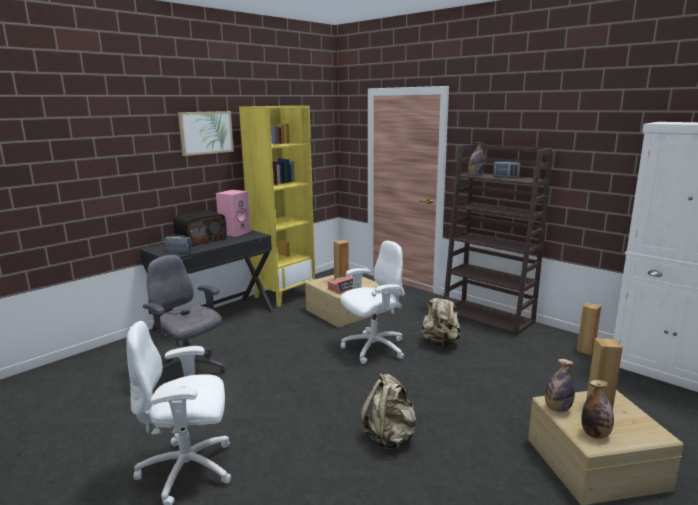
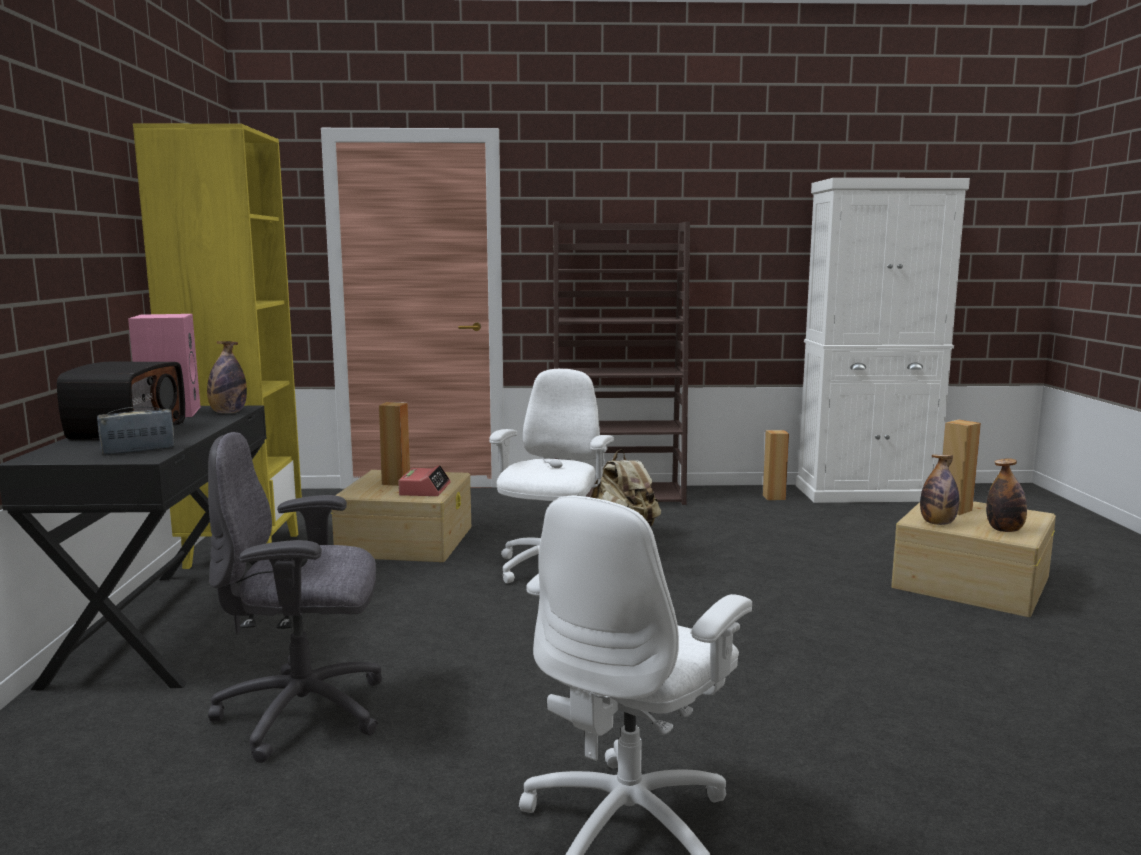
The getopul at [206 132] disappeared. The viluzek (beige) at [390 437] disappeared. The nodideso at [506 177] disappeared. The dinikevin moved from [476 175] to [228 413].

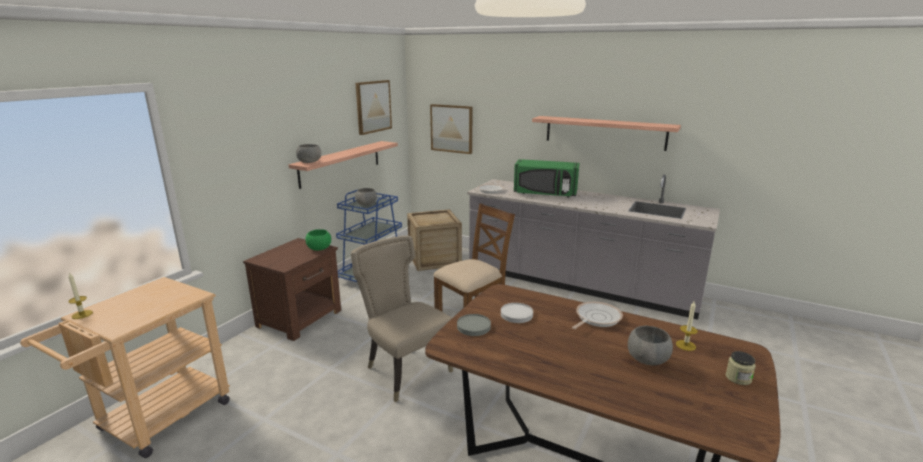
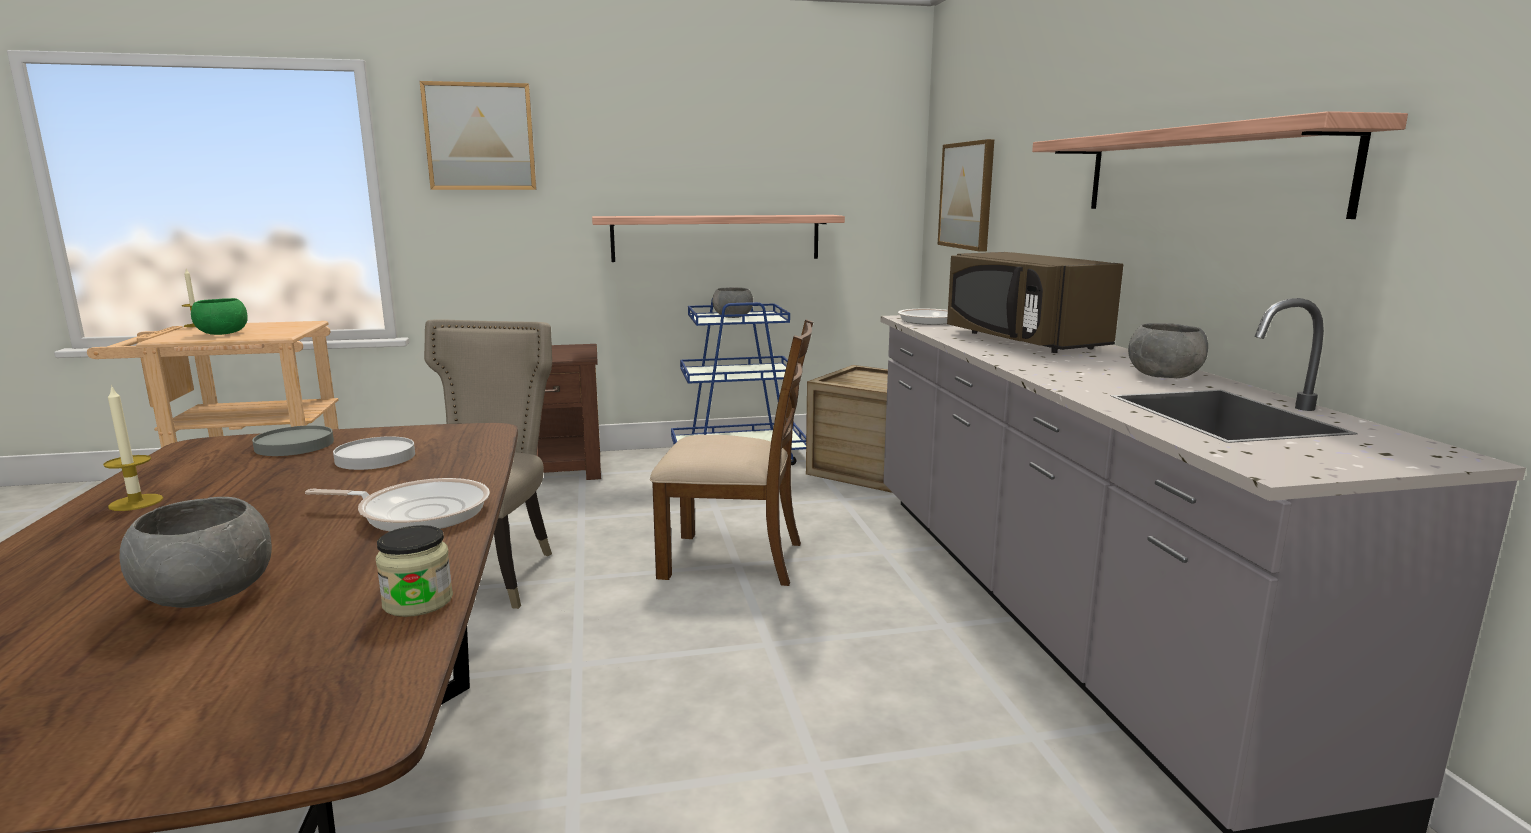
The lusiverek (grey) moved from [309 162] to [1163 376]. The lusiverek (green) moved from [319 248] to [223 333]. The getopul moved from [373 106] to [480 137]. The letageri moved from [685 345] to [136 502]. The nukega moved from [738 378] to [418 601]. The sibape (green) at [545 193] became the sibape (brown) at [1021 340].

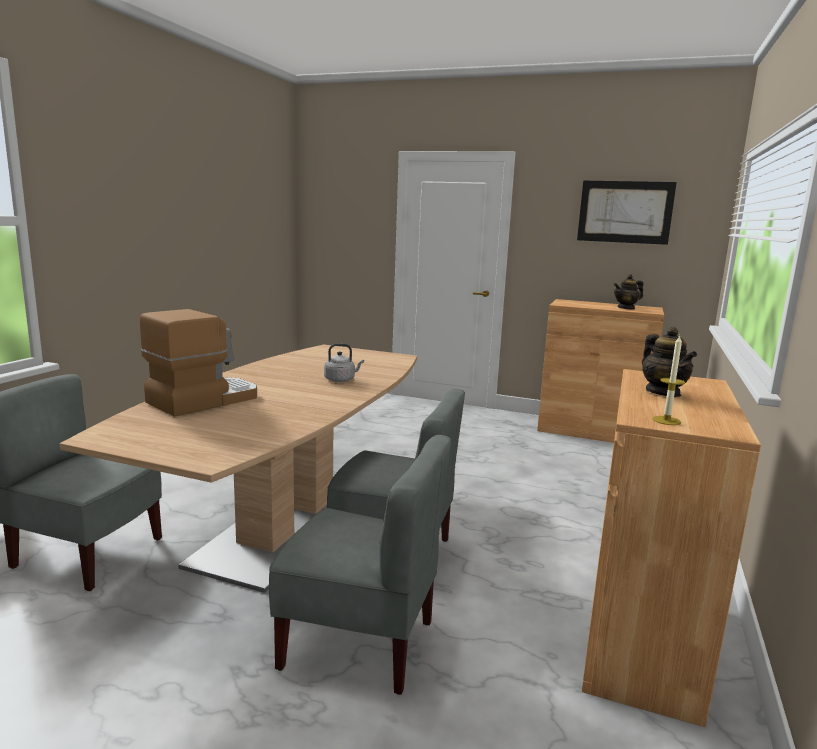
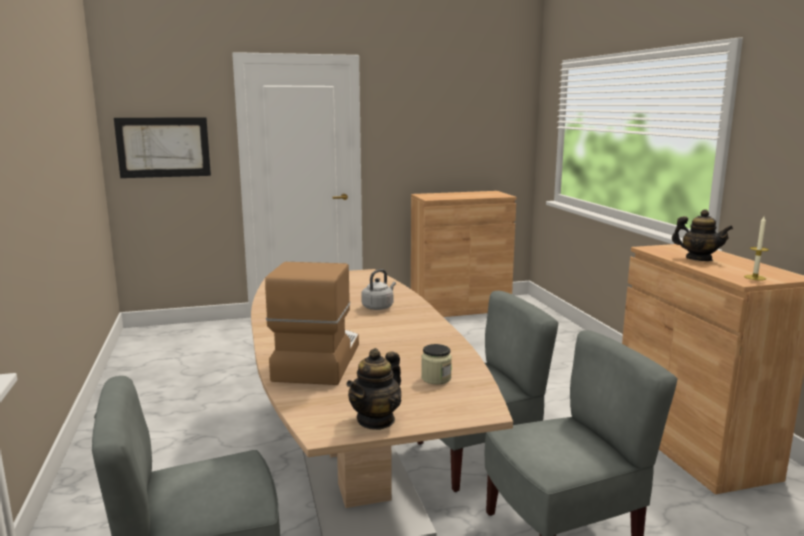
The nukega at [436 378] appeared. The getopul moved from [625 212] to [163 147]. The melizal moved from [626 308] to [376 420].

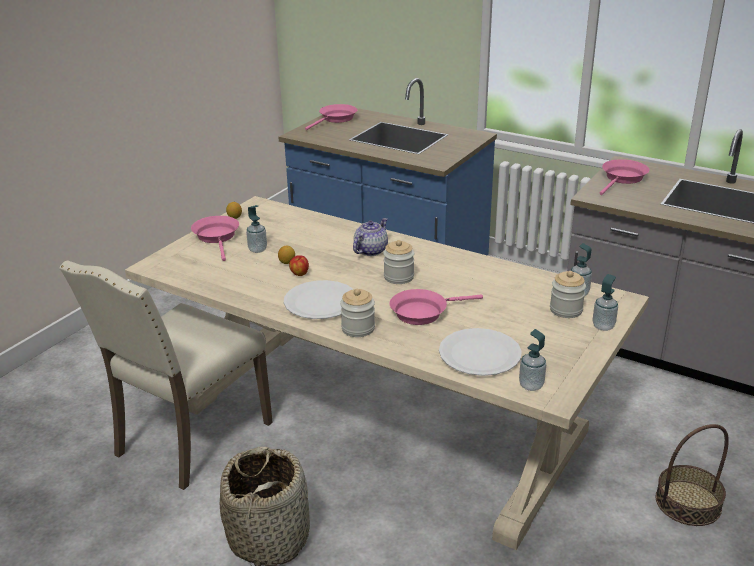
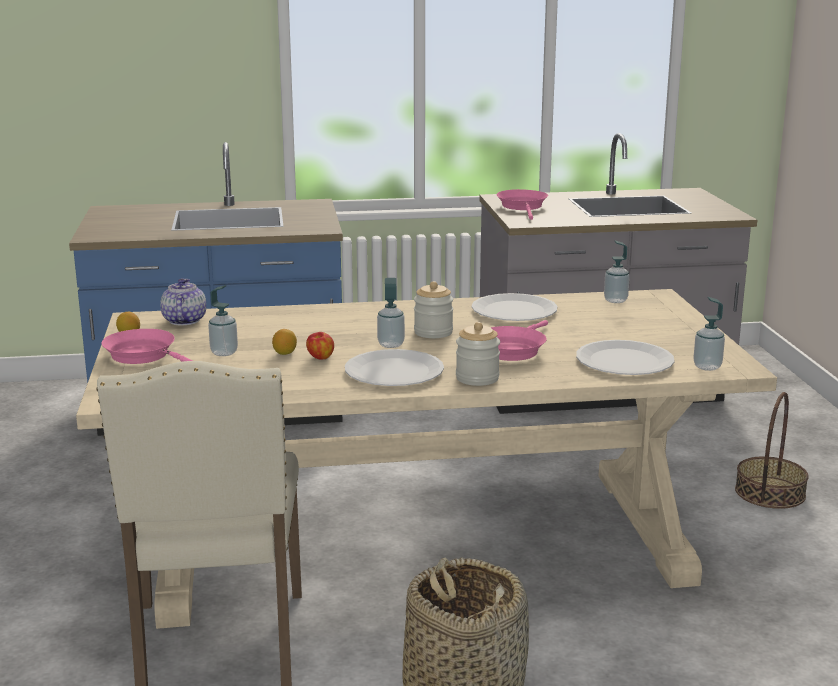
The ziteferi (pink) at [336 119] disappeared. The nukega at [566 310] disappeared. The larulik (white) at [514 310] appeared. The melizal moved from [370 251] to [184 321]. The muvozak moved from [603 326] to [391 344].

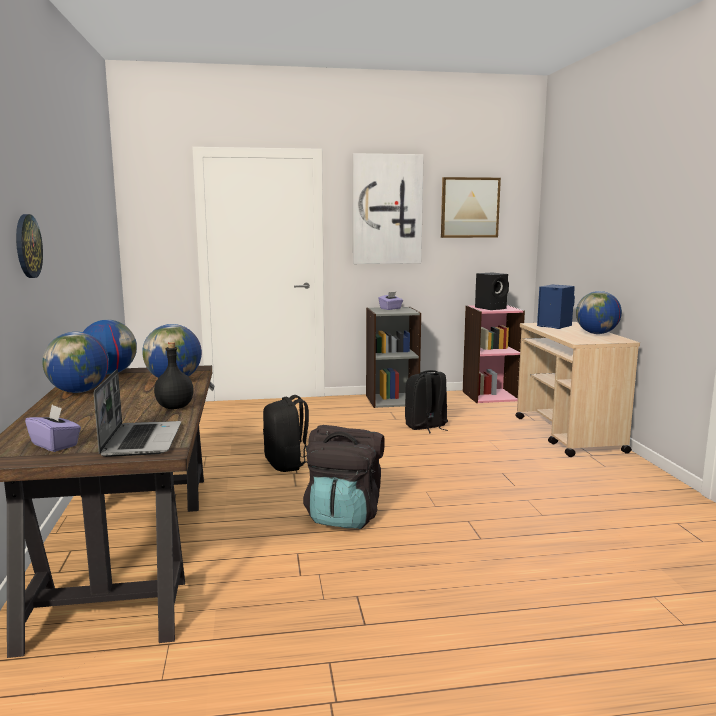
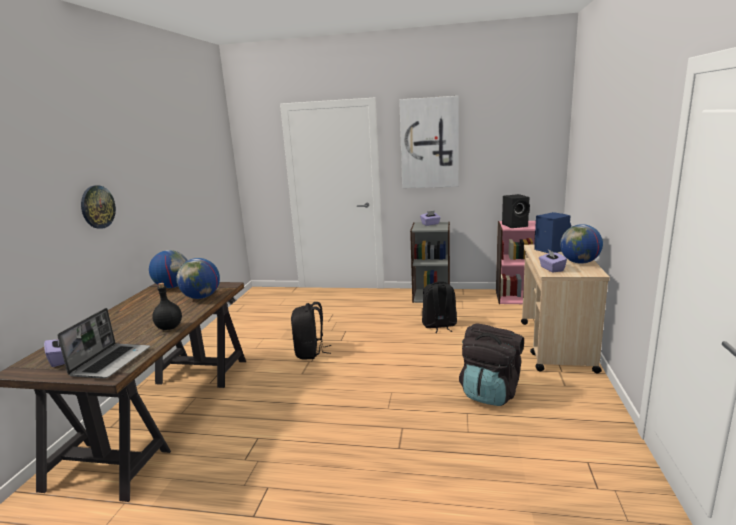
The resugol at [79 391] disappeared. The getopul at [469 207] disappeared. The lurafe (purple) at [551 269] appeared. The viluzek (black) moved from [344 516] to [490 392].

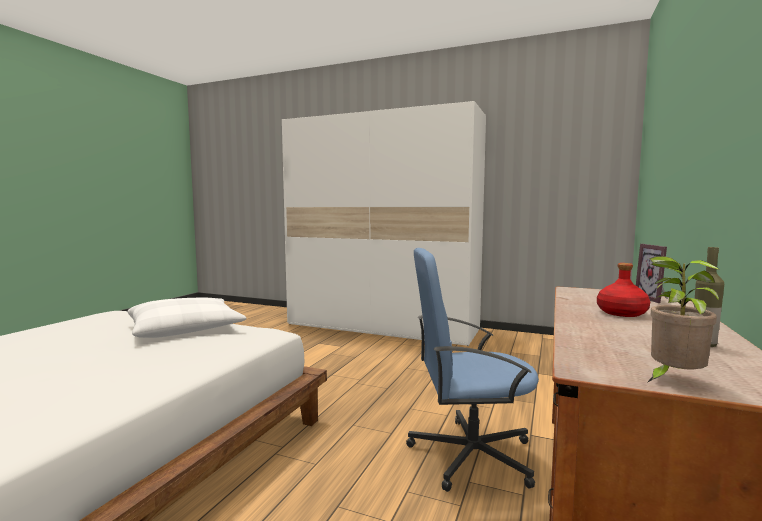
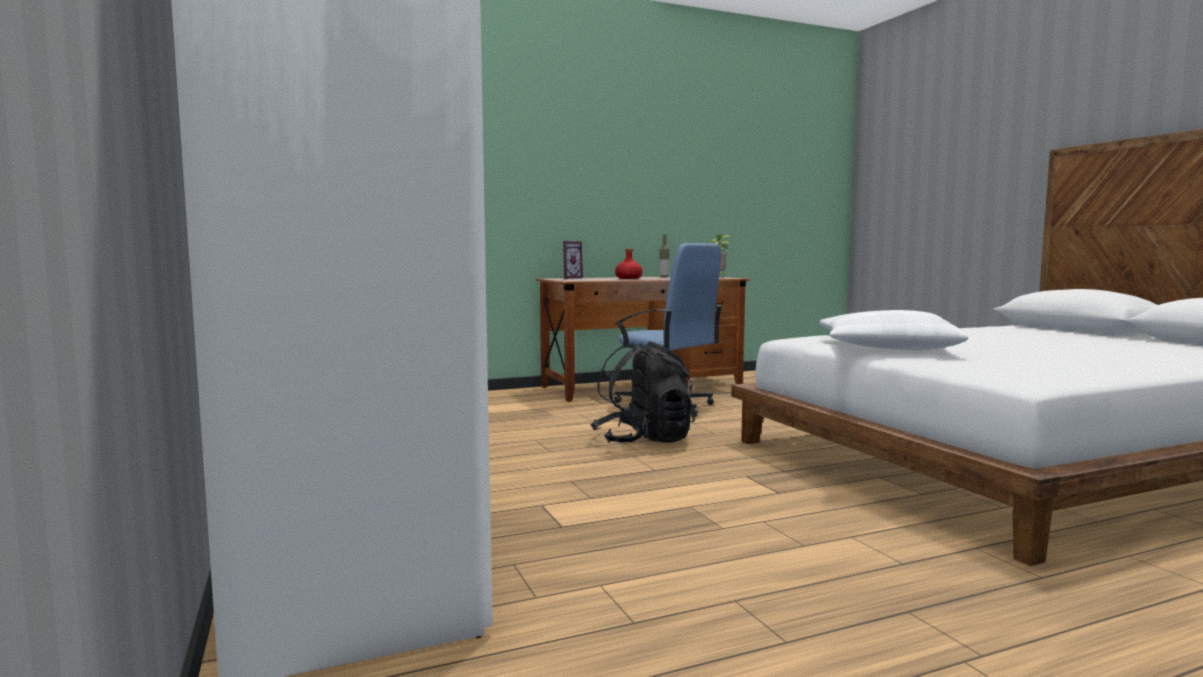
The viluzek (black) at [643 440] appeared.

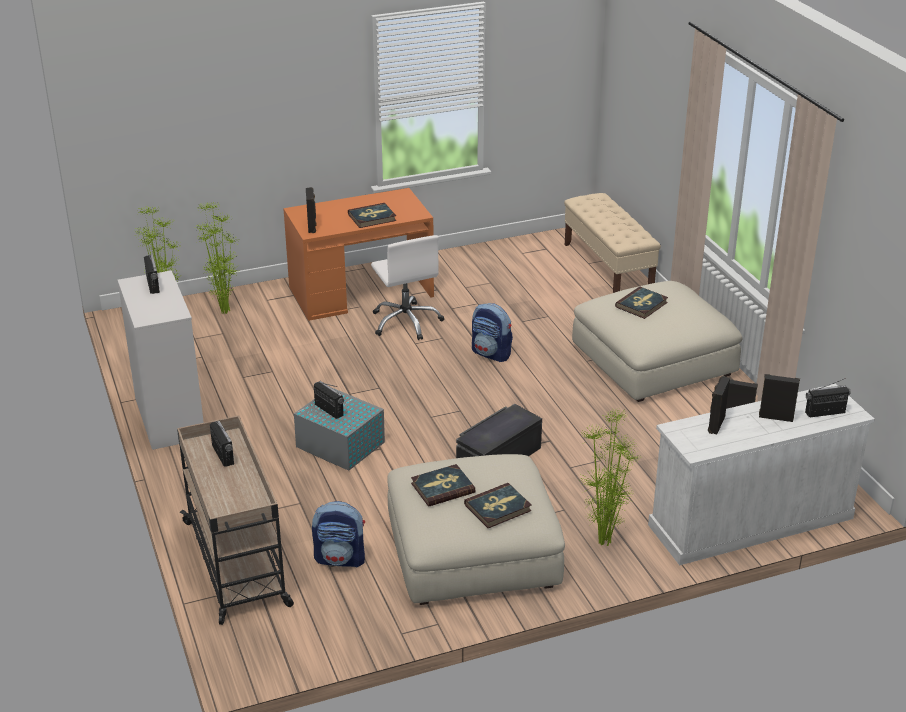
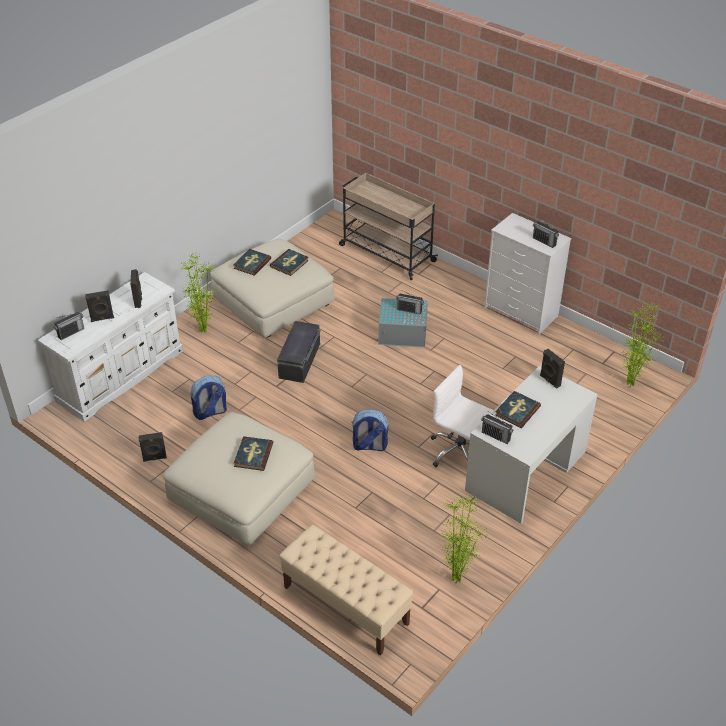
The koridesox moved from [223 312] to [457 578]. The nodideso moved from [223 455] to [496 436]. The viluzek moved from [341 559] to [210 412]. The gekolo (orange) at [361 292] became the gekolo (white) at [526 471].

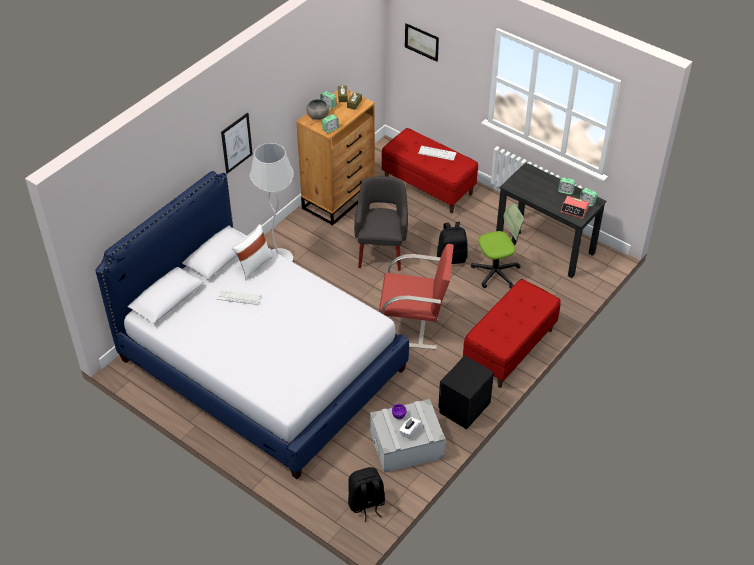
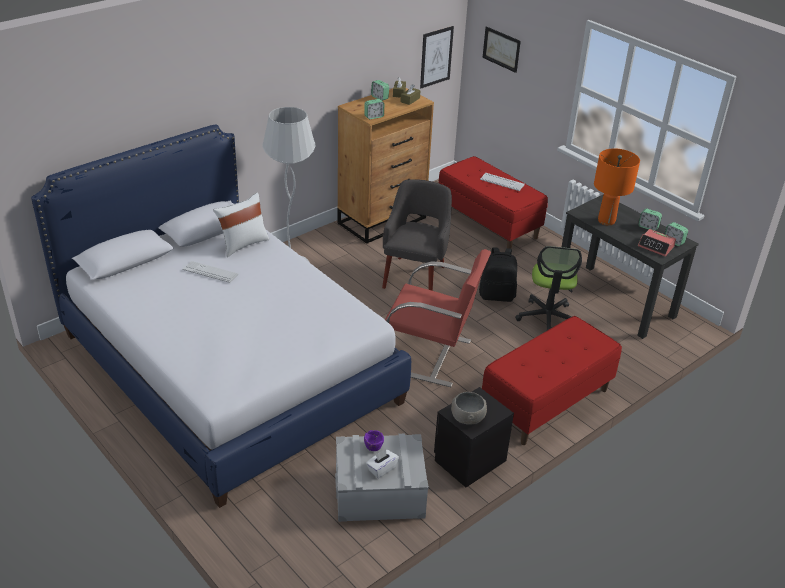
The viluzek (black) at [366 504] disappeared. The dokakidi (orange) at [606 221] appeared. The getopul moved from [236 143] to [436 57]. The lusiverek (grey) moved from [318 116] to [467 417]. The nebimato at [496 272] turned 105 degrees clockwise.

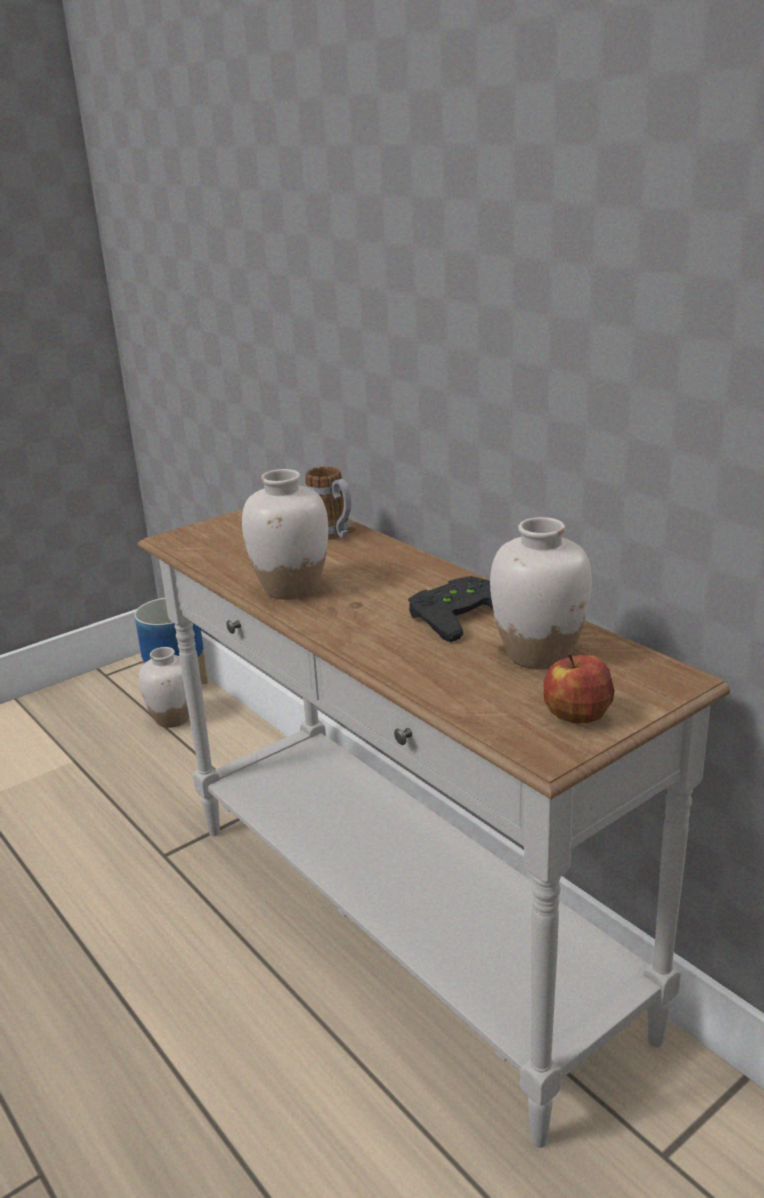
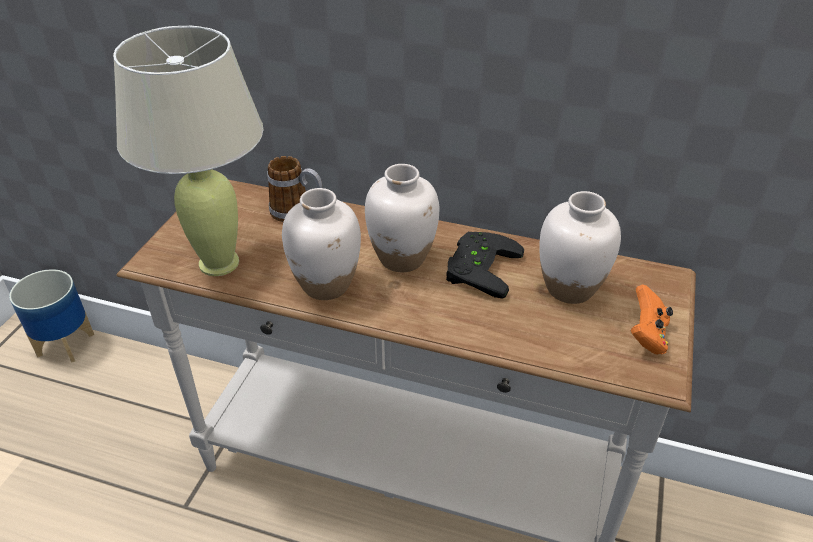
The dokakidi (beige) at [218 263] appeared. The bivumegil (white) moved from [173 719] to [402 258]. The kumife at [577 716] was replaced by the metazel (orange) at [647 336].

